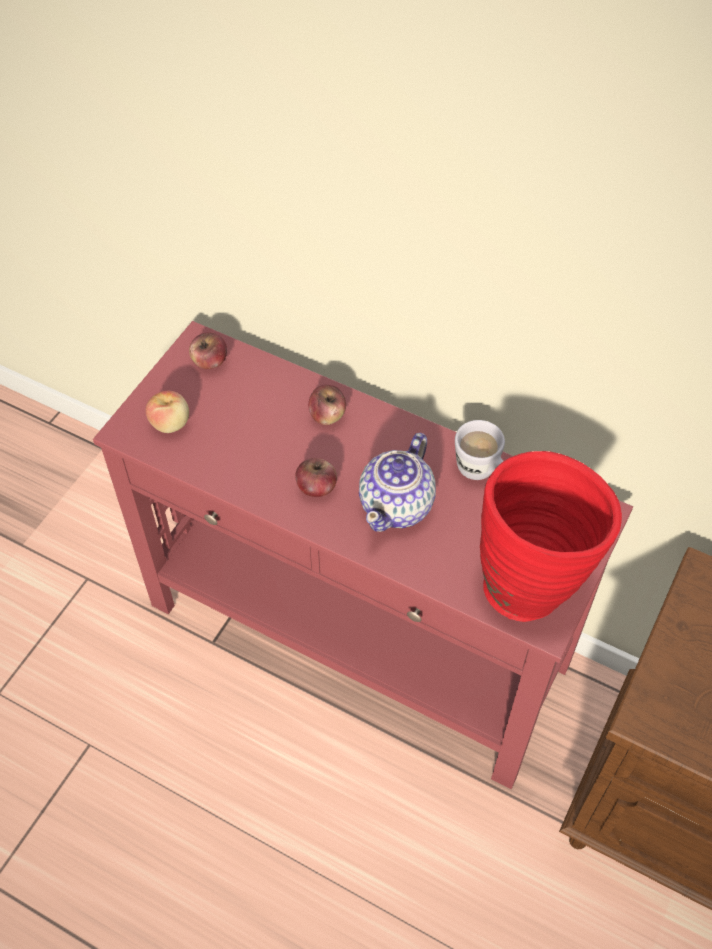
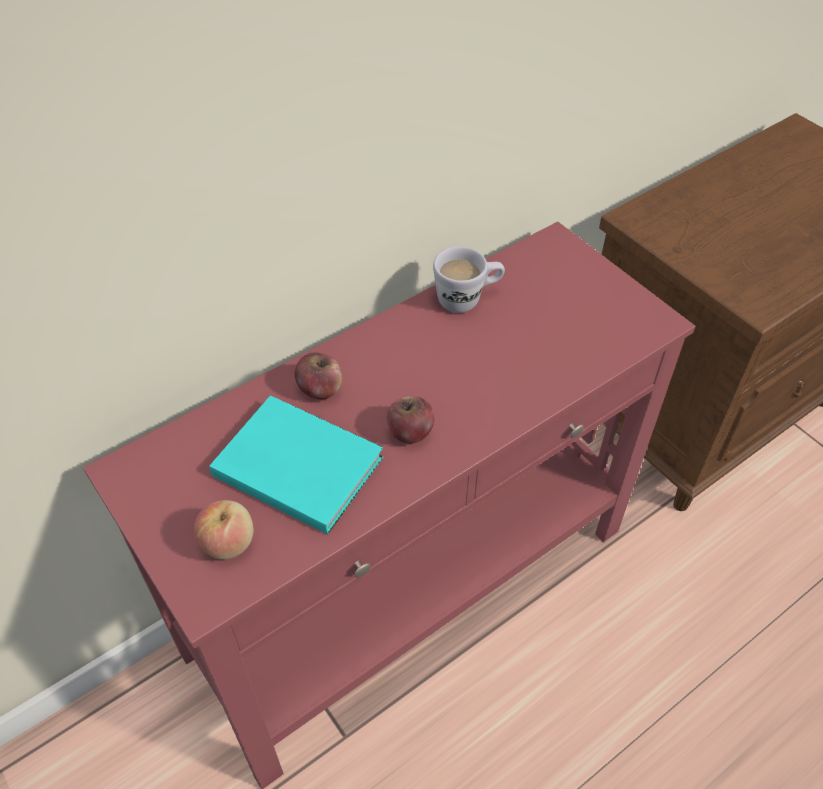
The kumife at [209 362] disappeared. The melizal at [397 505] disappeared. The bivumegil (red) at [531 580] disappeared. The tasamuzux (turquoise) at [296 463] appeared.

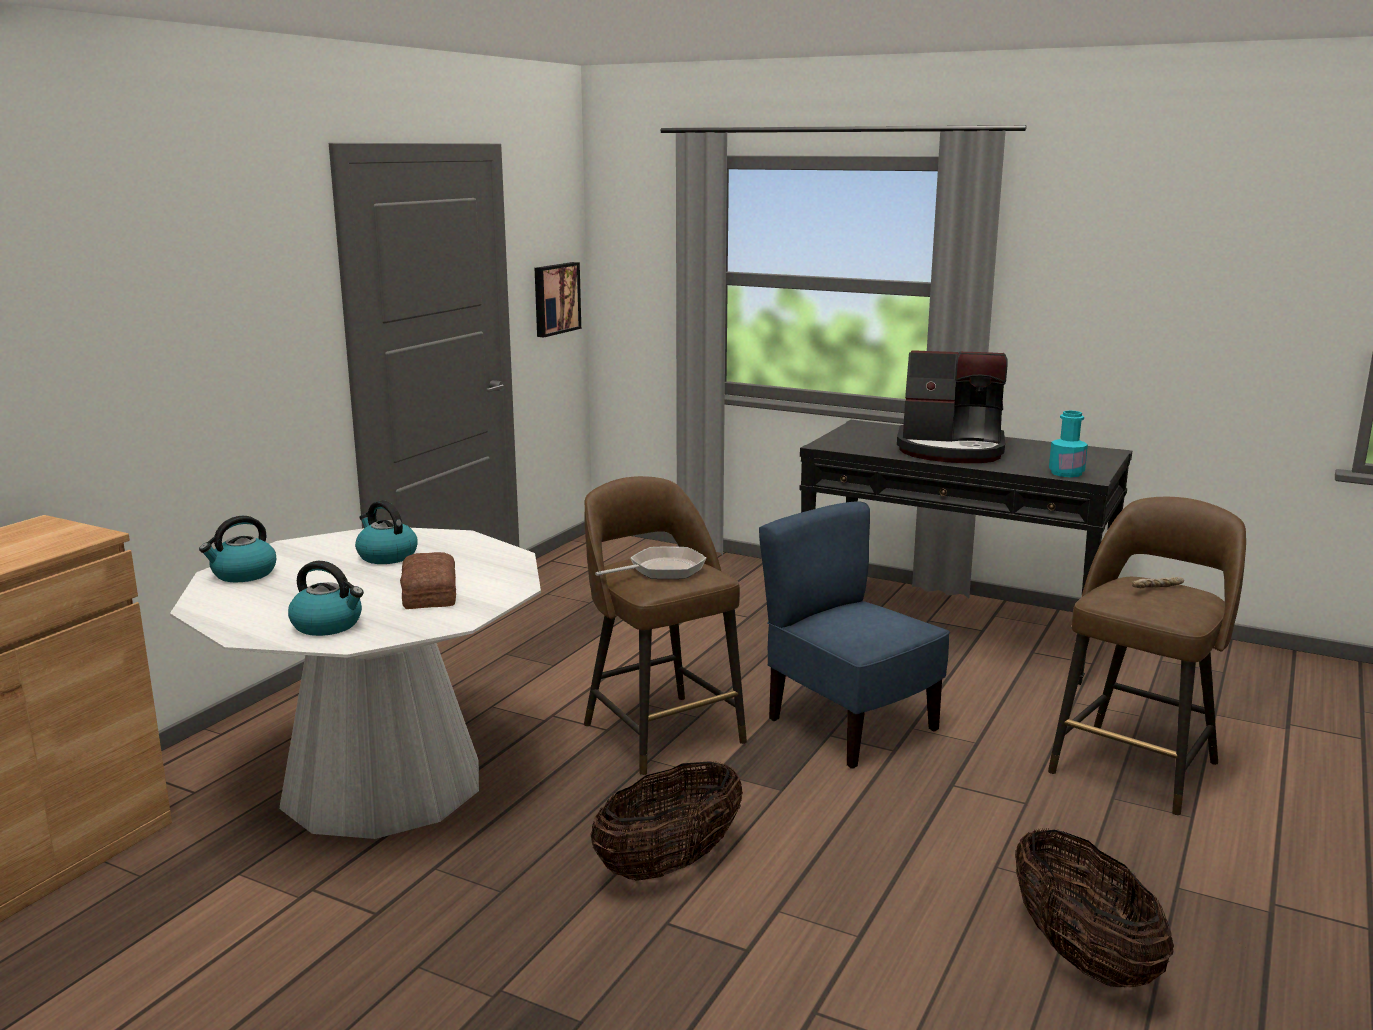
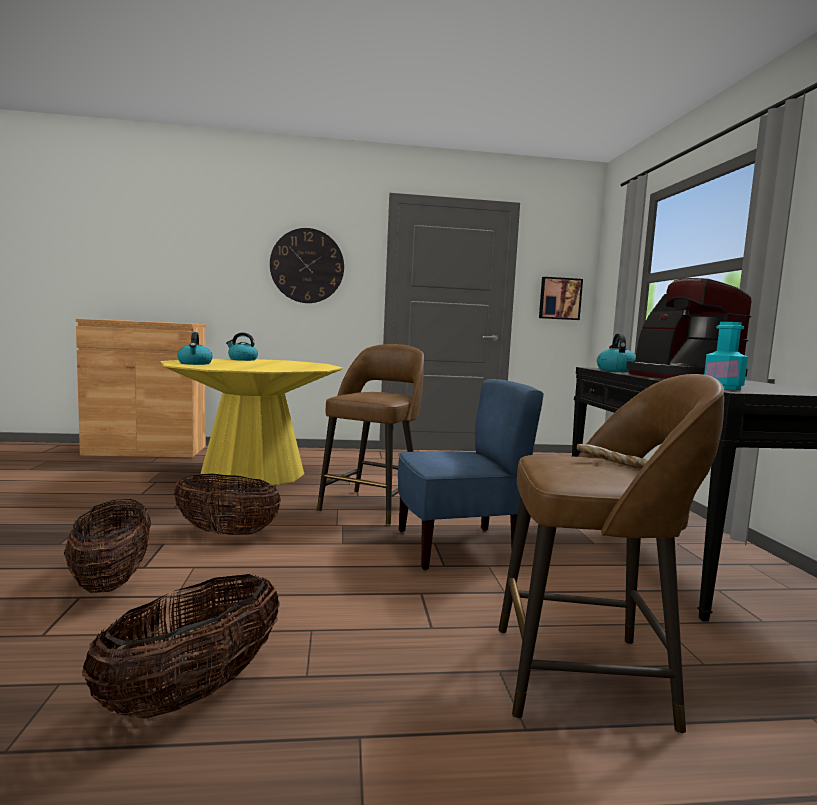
The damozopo at [428 593] disappeared. The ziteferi at [662 570] disappeared. The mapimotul at [112 580] appeared. The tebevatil at [307 266] appeared. The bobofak moved from [386 556] to [615 370]. The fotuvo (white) at [382 783] became the fotuvo (yellow) at [253 473]. The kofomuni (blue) at [849 726] turned 60 degrees clockwise.

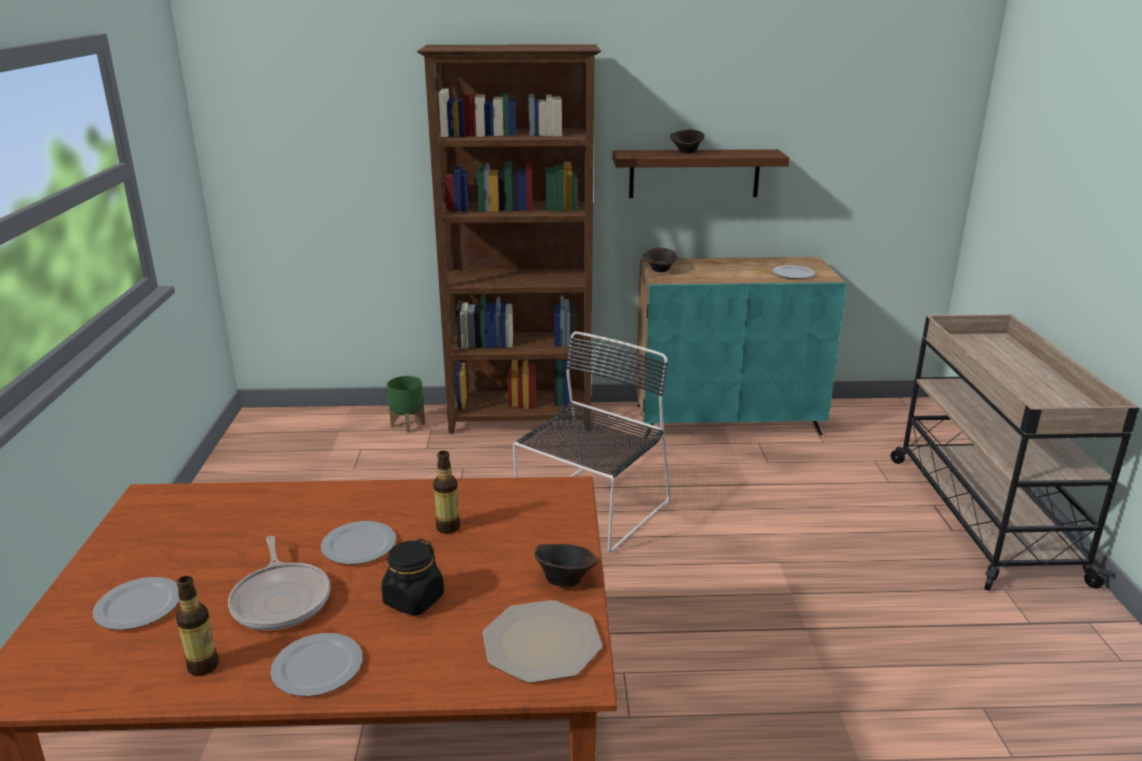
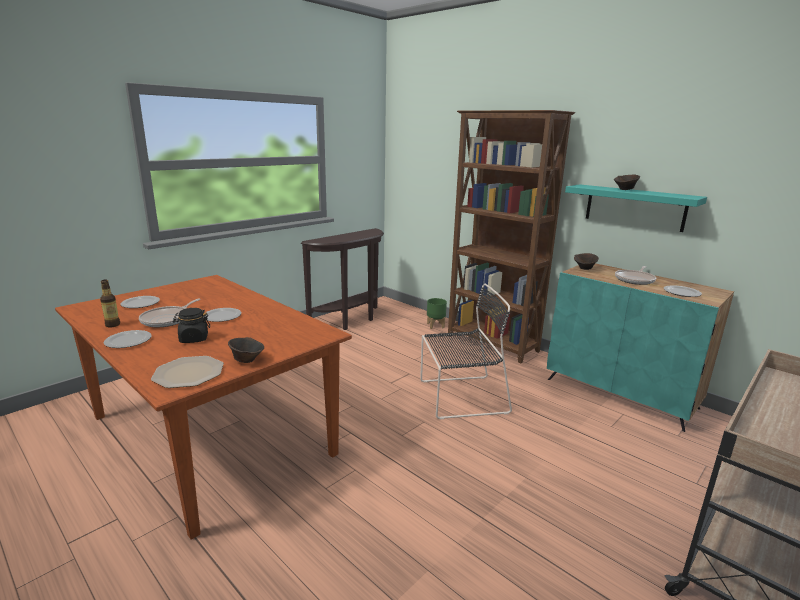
The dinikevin at [448 527] disappeared. The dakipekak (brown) at [351 321] appeared. The ziteferi at [635 280] appeared. The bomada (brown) at [694 173] became the bomada (turquoise) at [634 207].

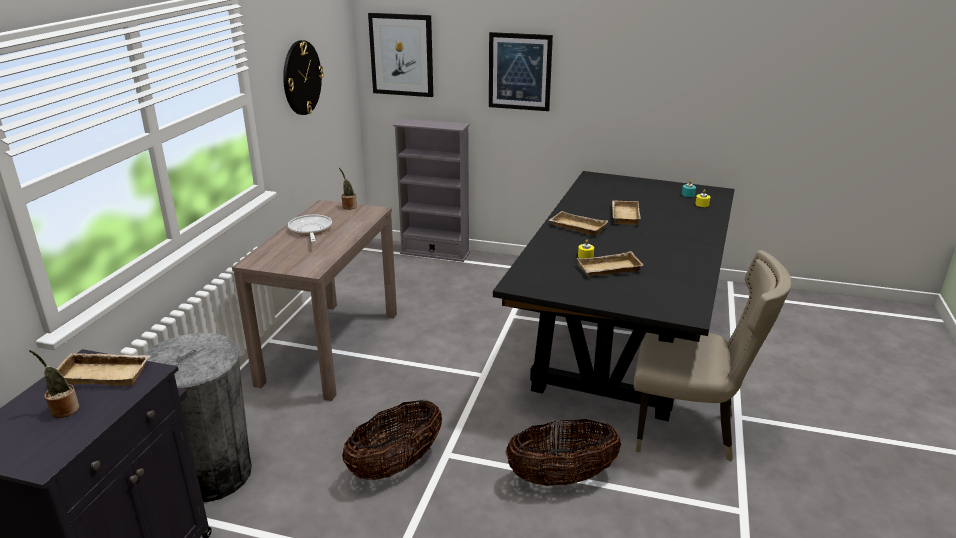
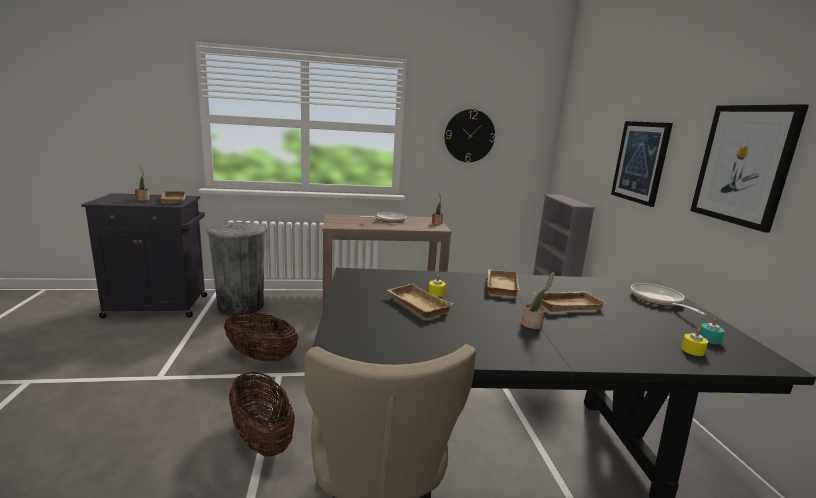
The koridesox at [533 324] appeared. The ziteferi at [658 300] appeared. The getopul moved from [401 55] to [744 165].

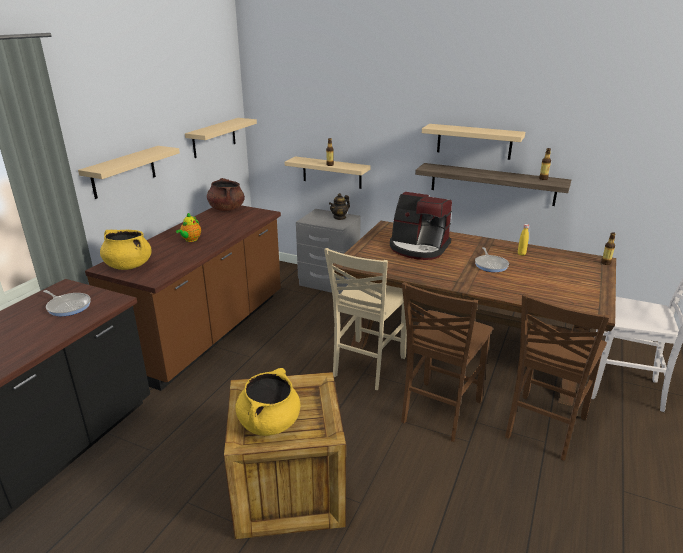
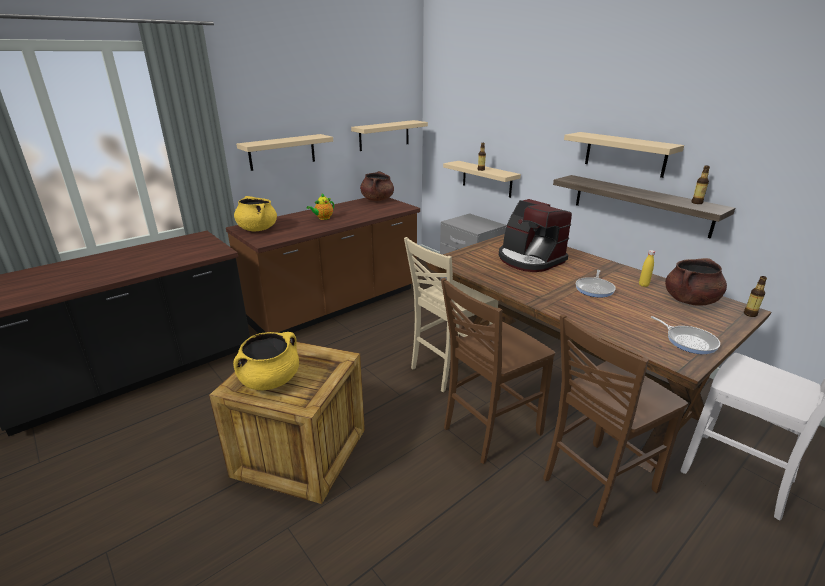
The melizal at [339 217] disappeared. The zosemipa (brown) at [690 301] appeared. The ziteferi moved from [68 306] to [688 341].

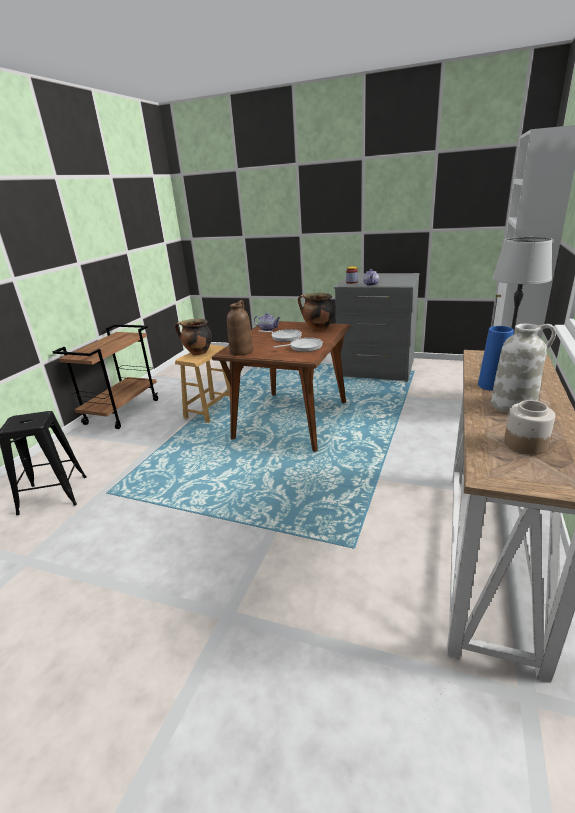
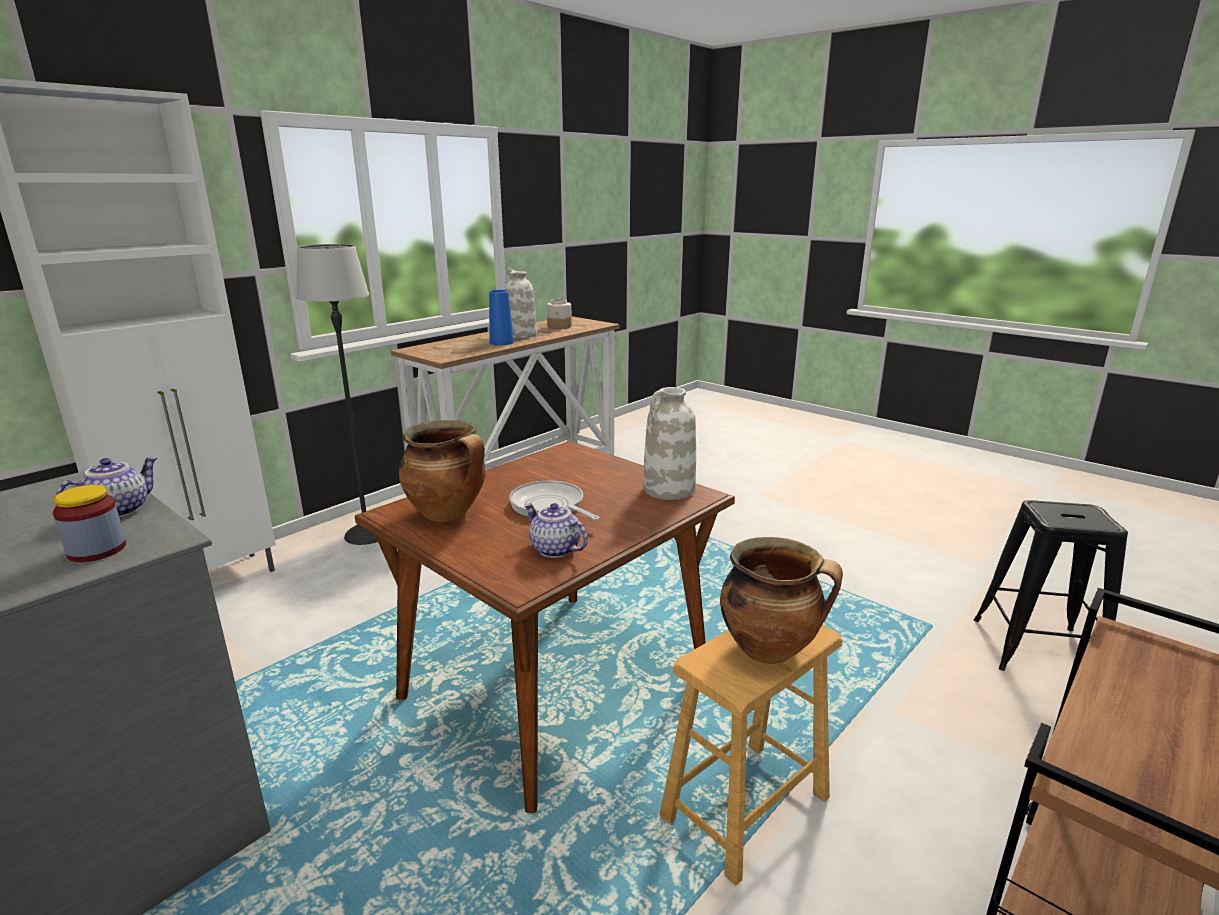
The ziteferi at [304 347] disappeared. The bivumegil (brown) at [241 351] became the bivumegil (white) at [668 490].

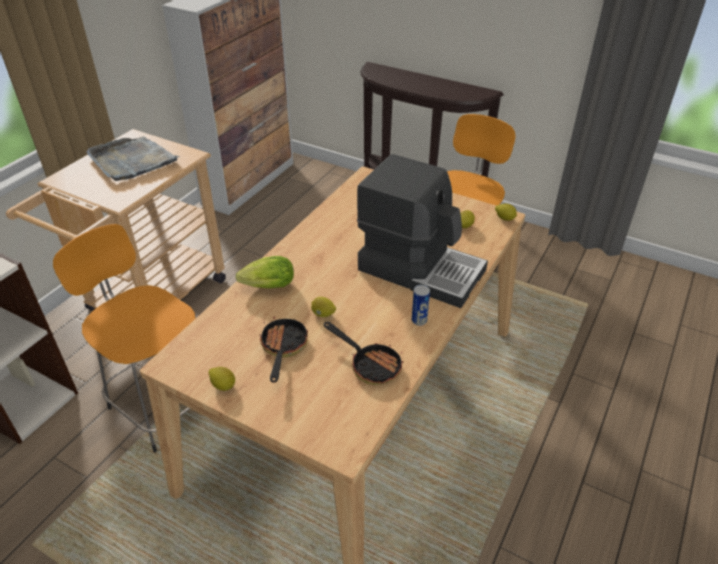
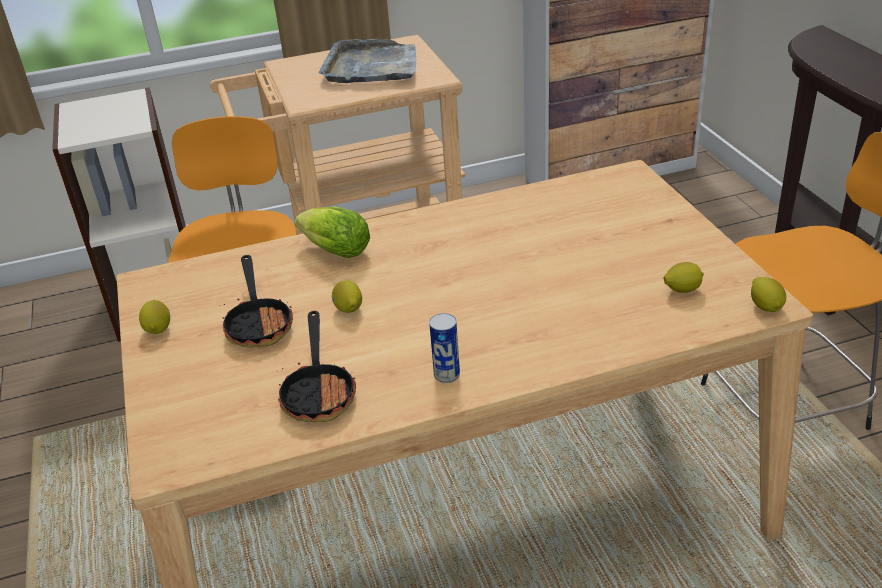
The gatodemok at [421 269] disappeared. The ziteferi at [283 348] turned 120 degrees clockwise.

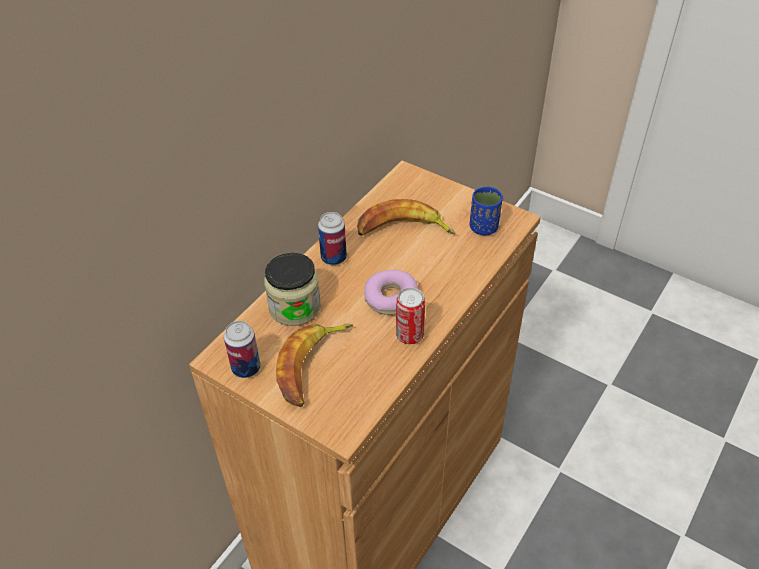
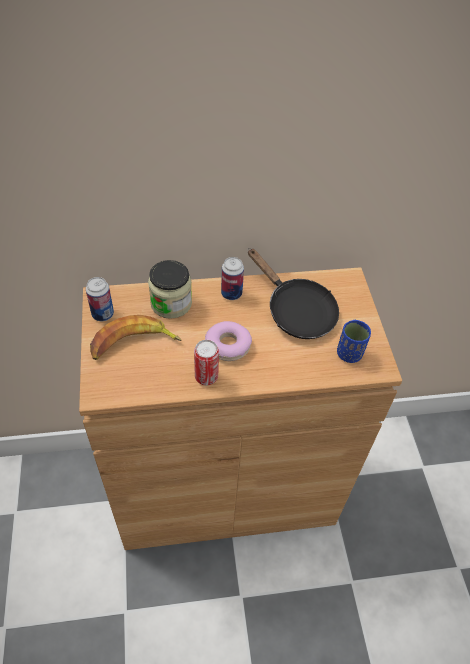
The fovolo at [403 229] was replaced by the ziteferi (black) at [296 311].

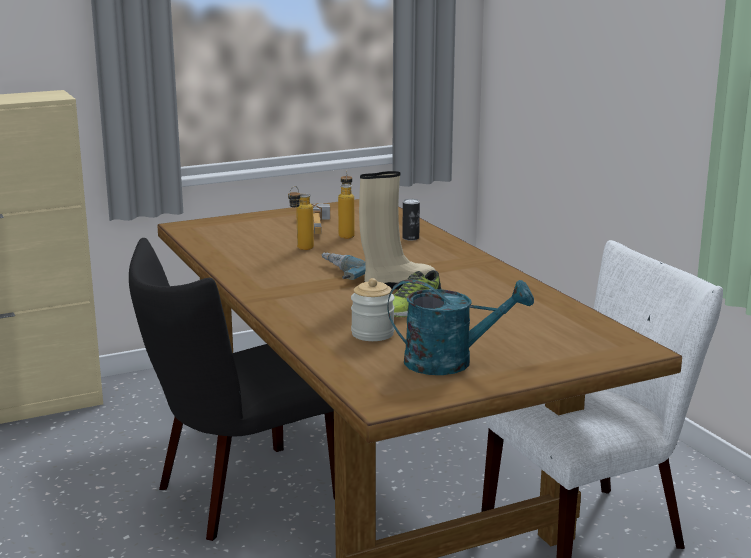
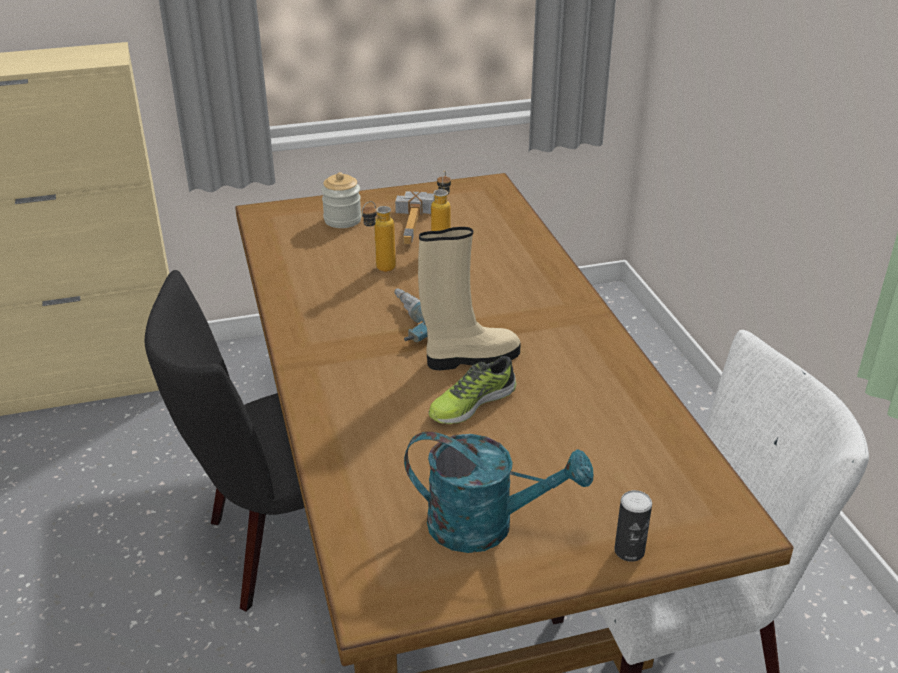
The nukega moved from [372 334] to [342 220]. The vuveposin moved from [410 238] to [629 551].

